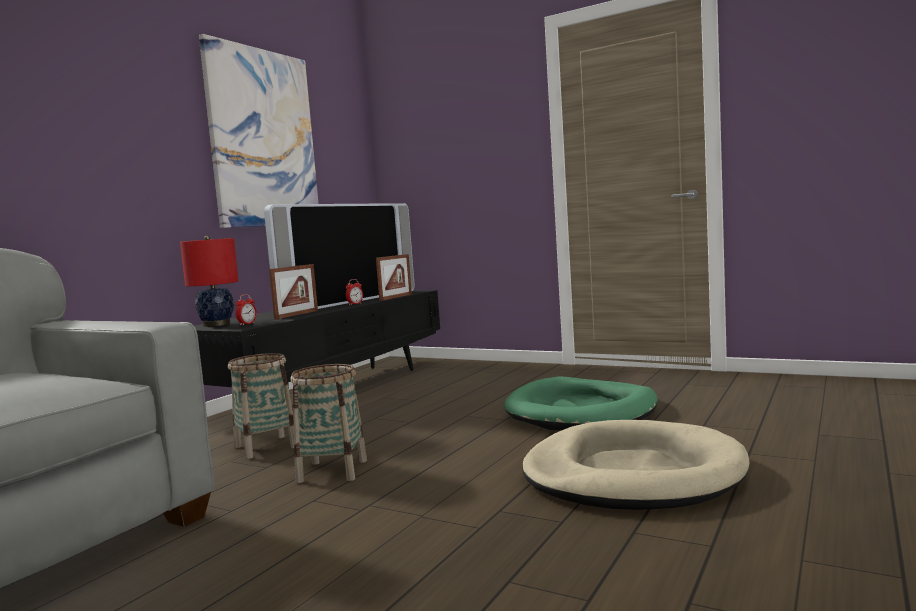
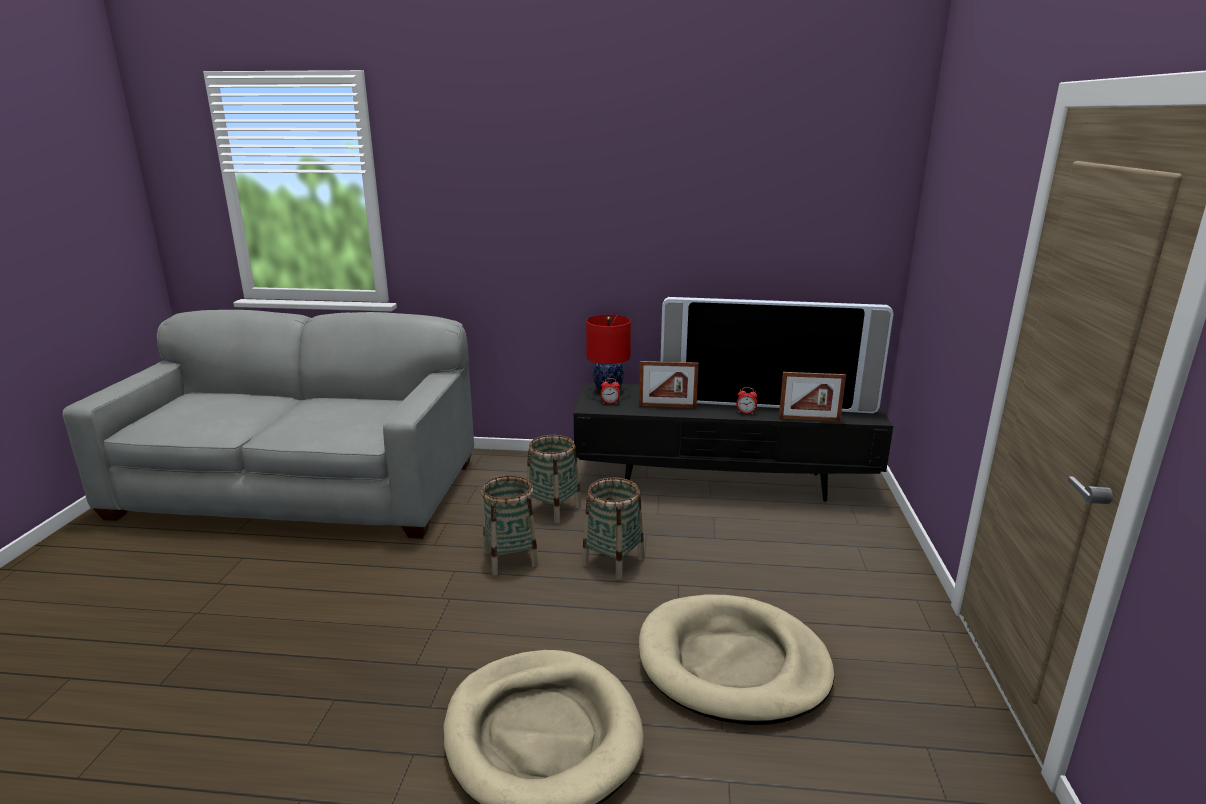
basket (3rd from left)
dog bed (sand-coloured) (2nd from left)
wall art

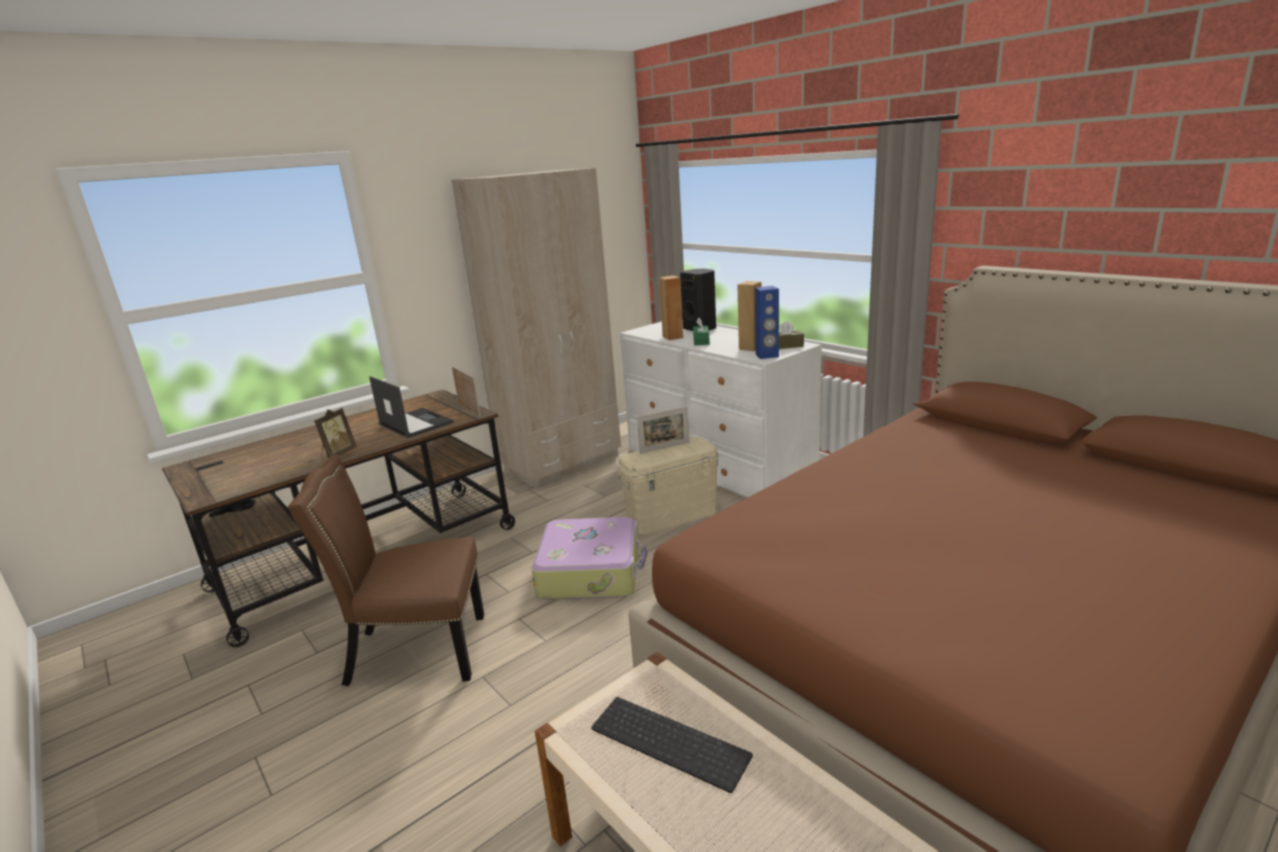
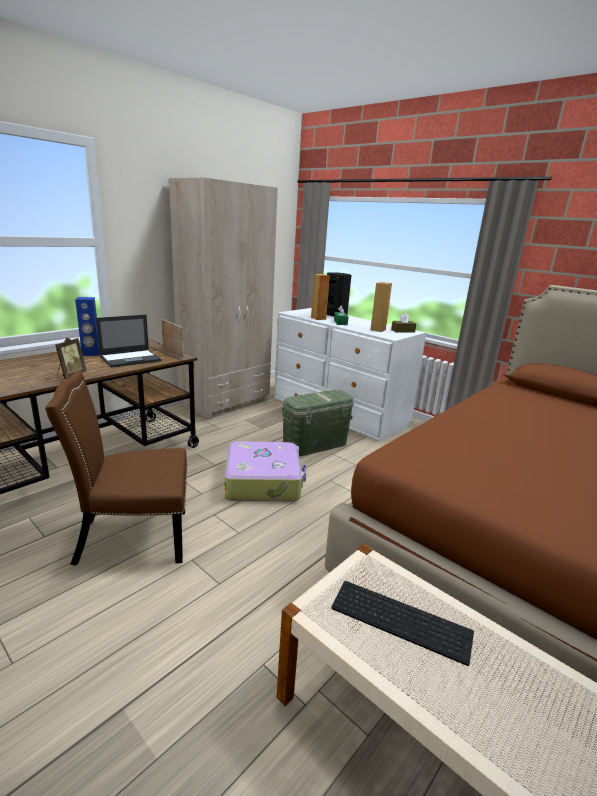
speaker (bluish)
notebook computer
storage container (green)
photo frame (3rd from left in the first image)

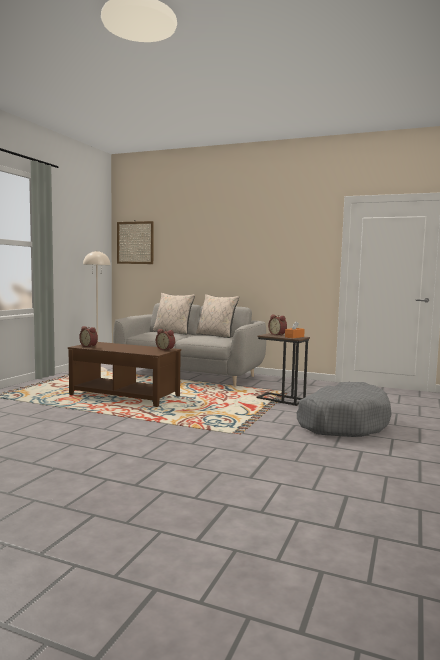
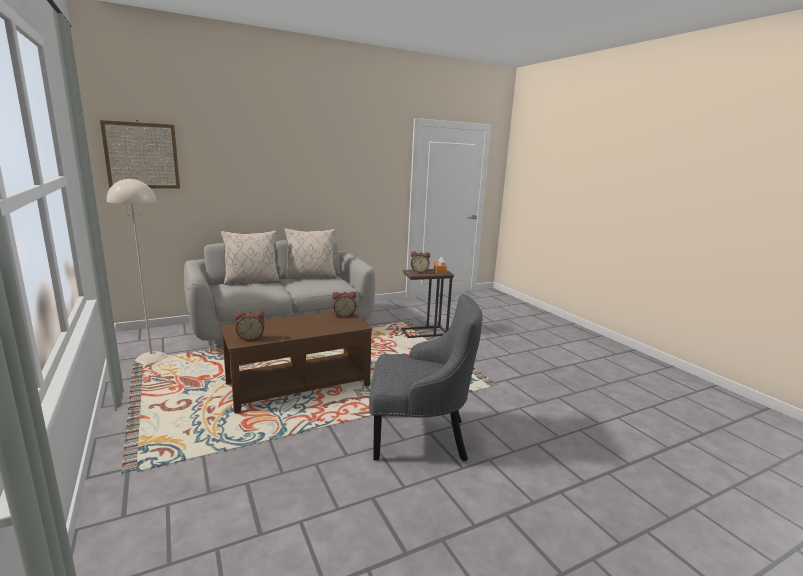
easy chair (greyish)
dog bed (greyish)

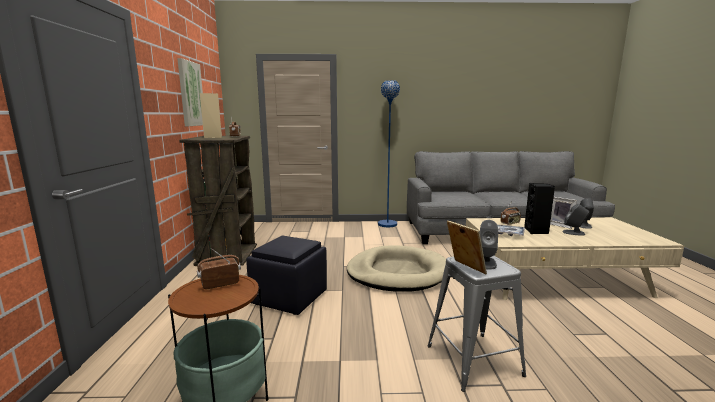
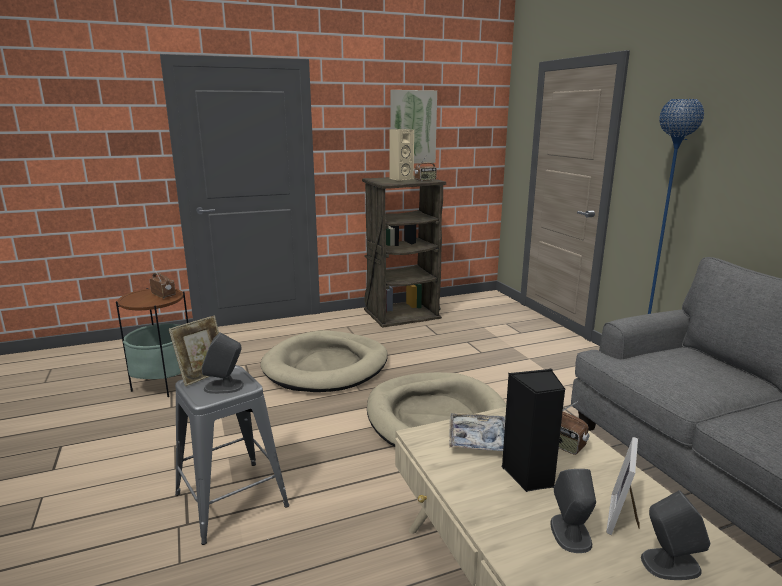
dog bed (sand-coloured) (1st from left)

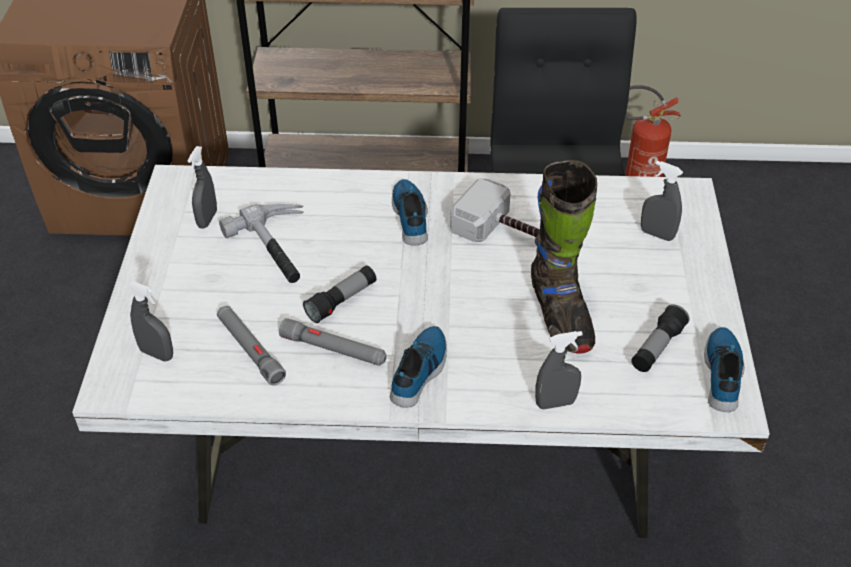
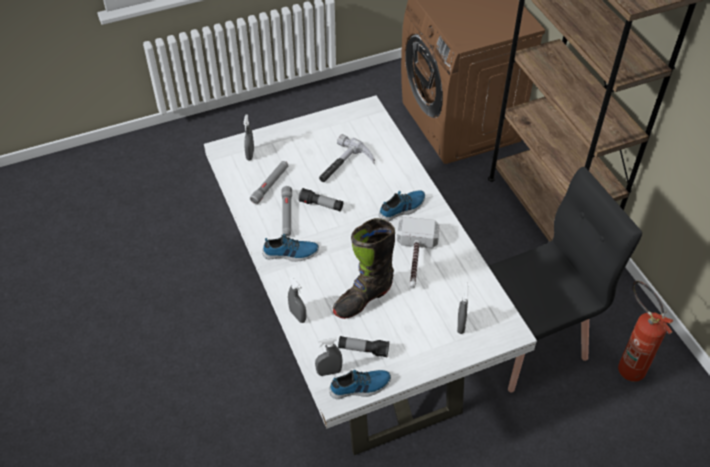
hand sprayer (greyish) (3rd from left)

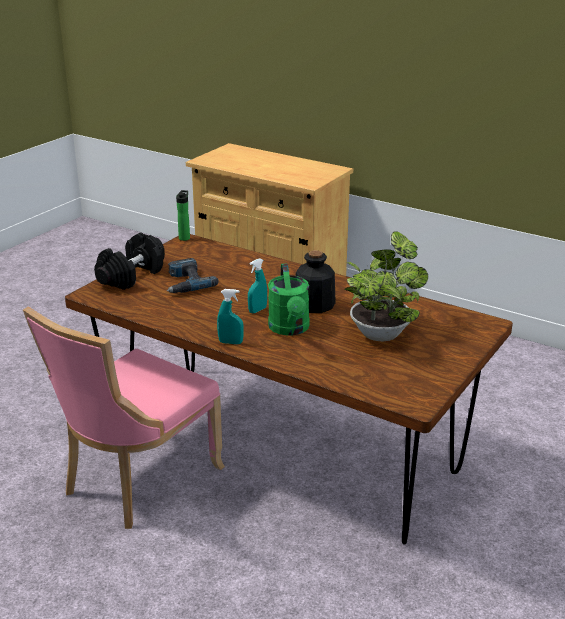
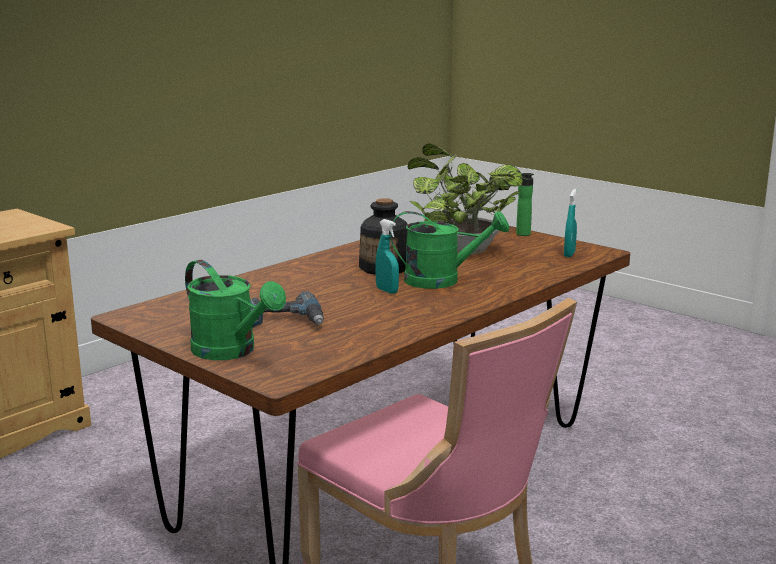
watering pot (green) (1st from left)
beverage bottle (2nd from left)
hand sprayer (turquoise) (2nd from left)

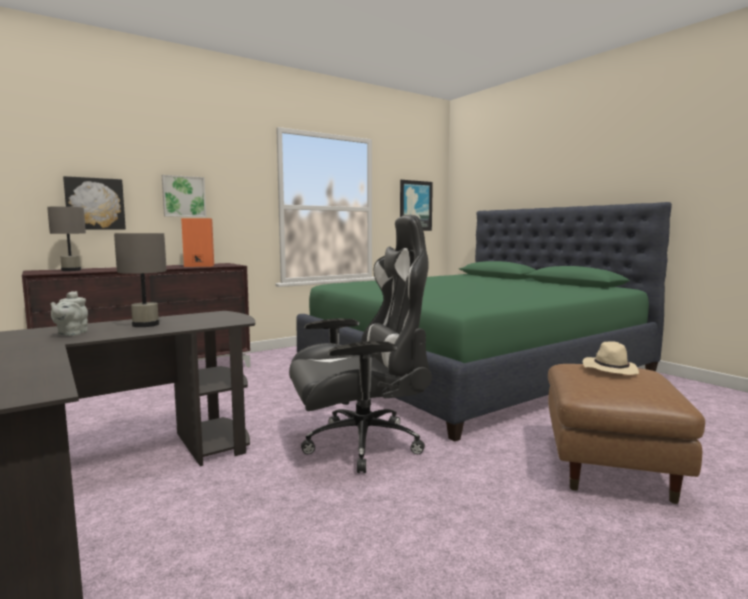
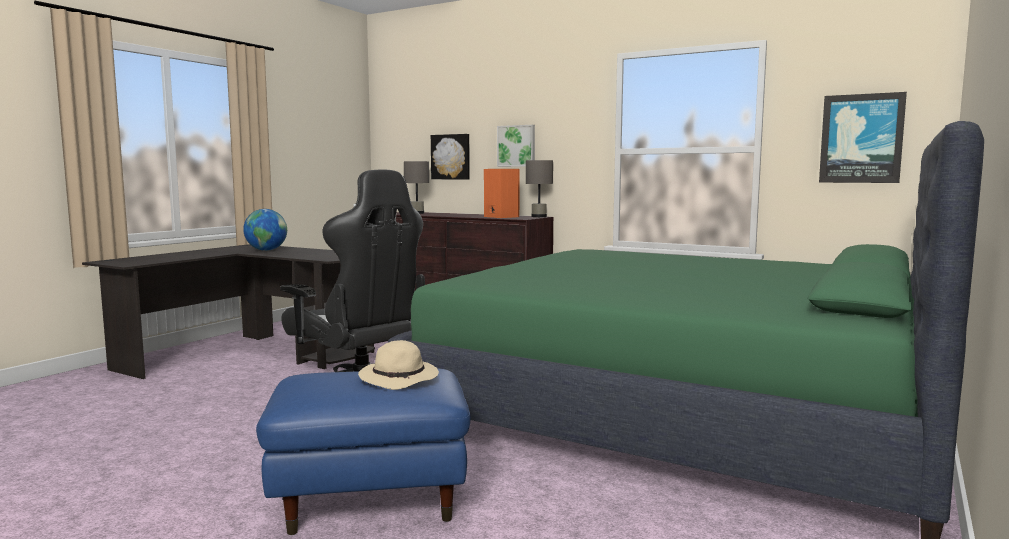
globe
ottoman (bluish)
lamp for a table (greyish) (2nd from left)

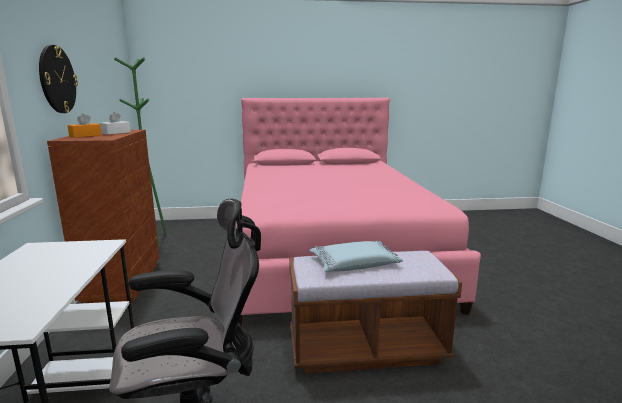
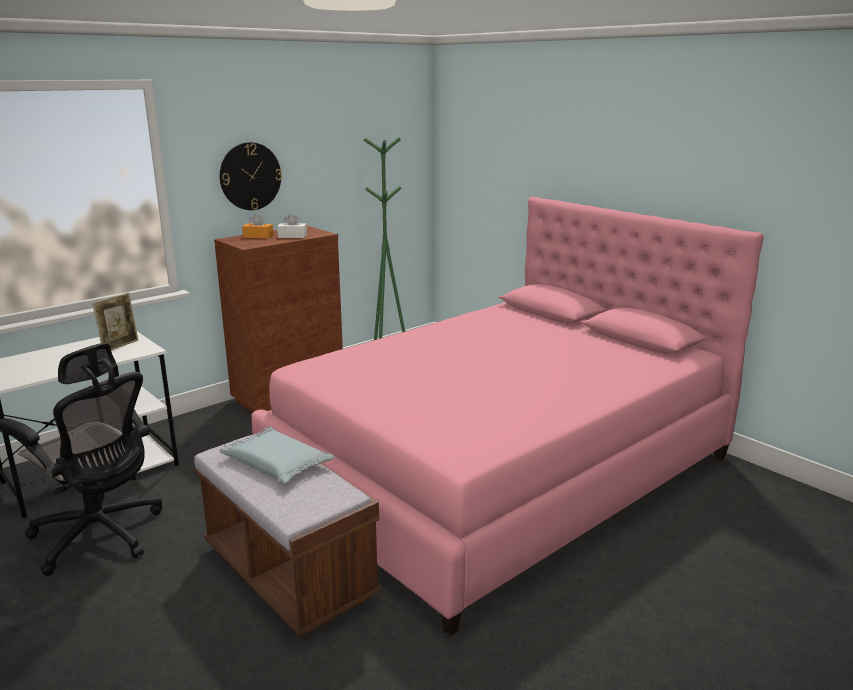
photo frame

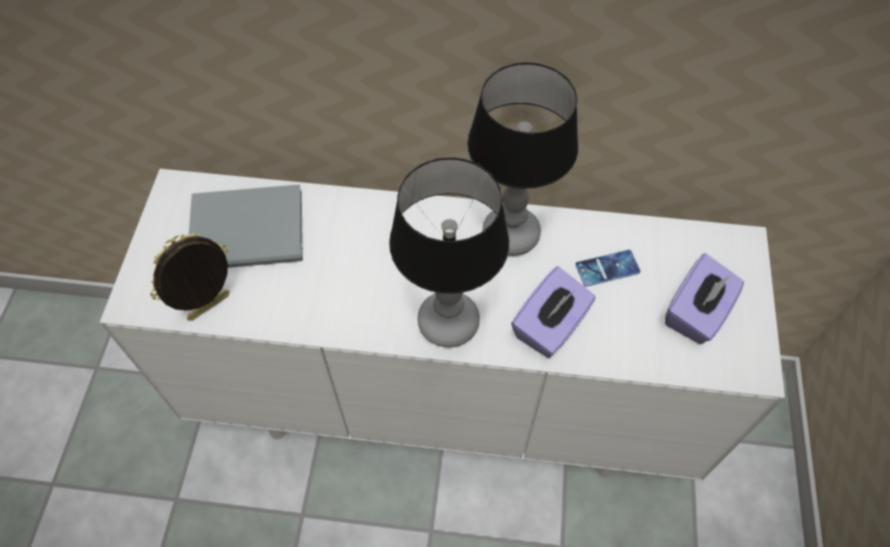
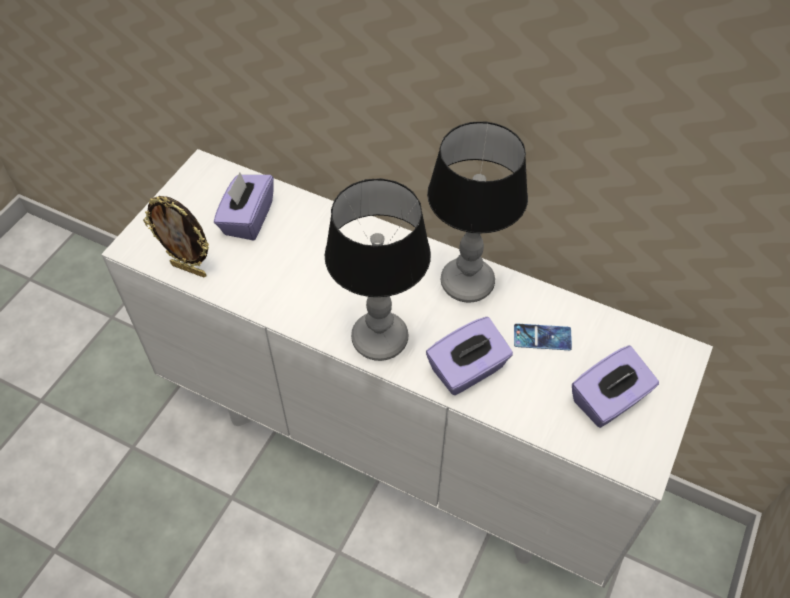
photo frame
box of tissues (purplish) (1st from left)

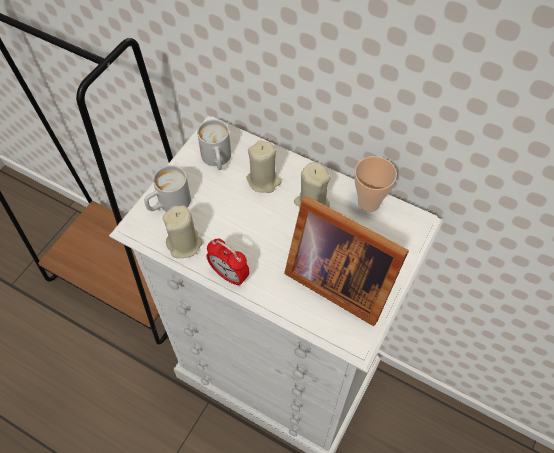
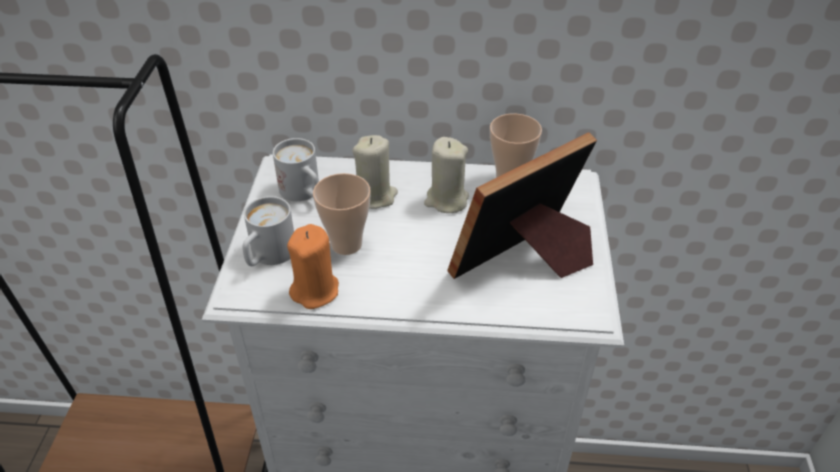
candle (orange)
cup (1st from left)
photo frame
alarm clock

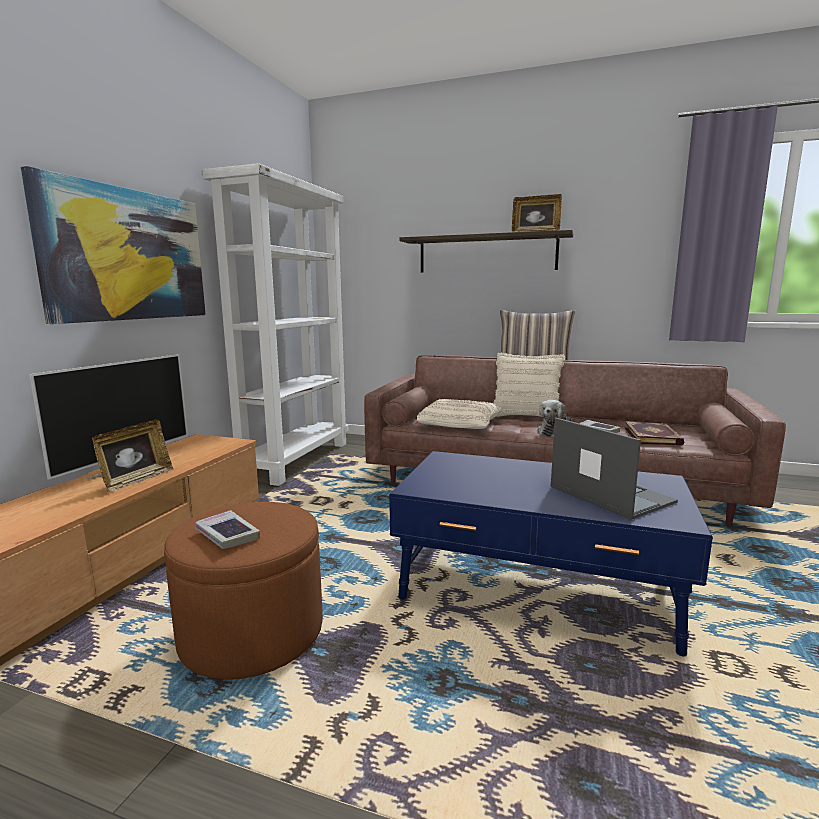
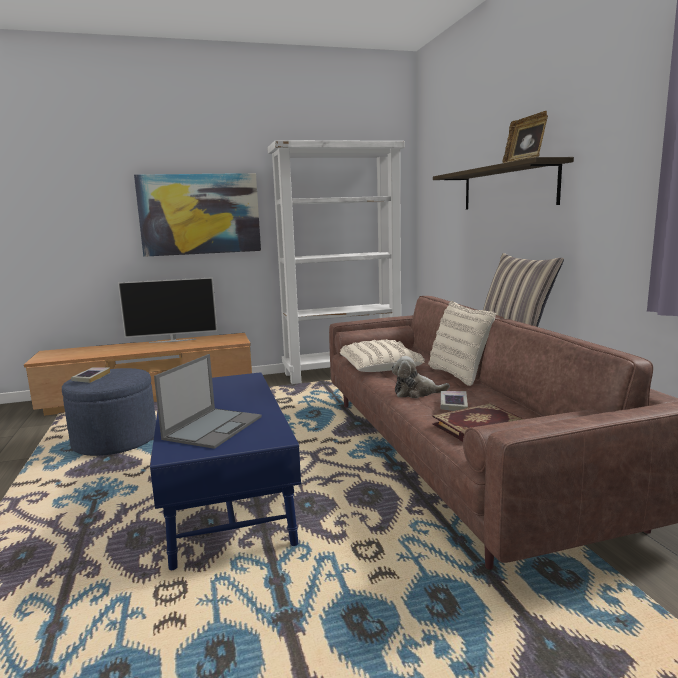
ottoman (bluish)
photo frame (1st from left in the first image)

